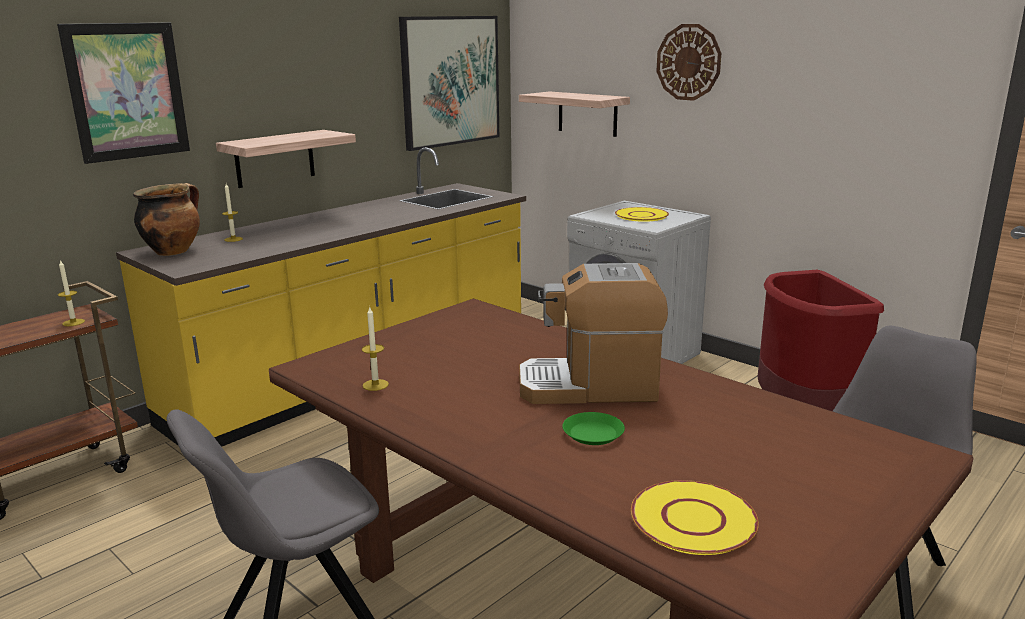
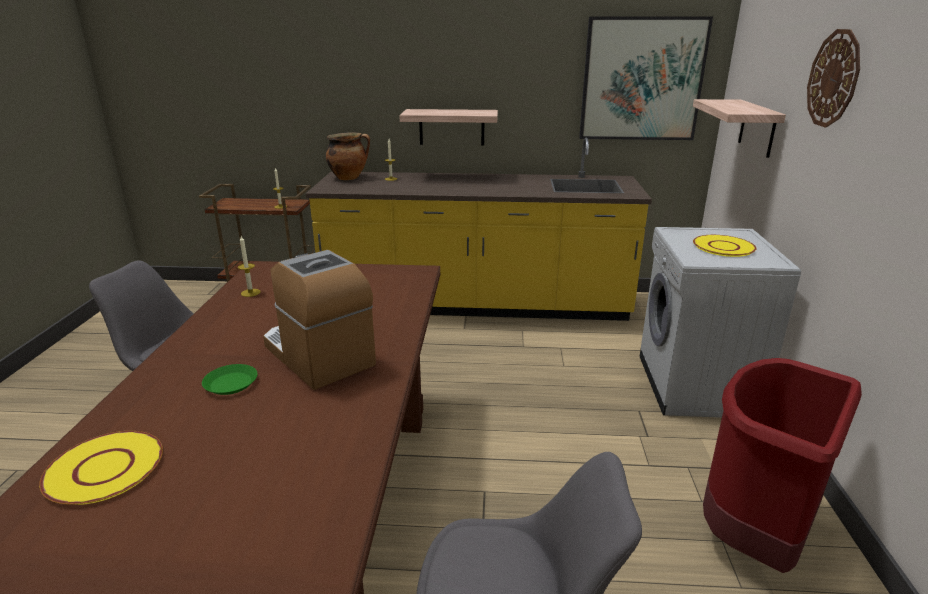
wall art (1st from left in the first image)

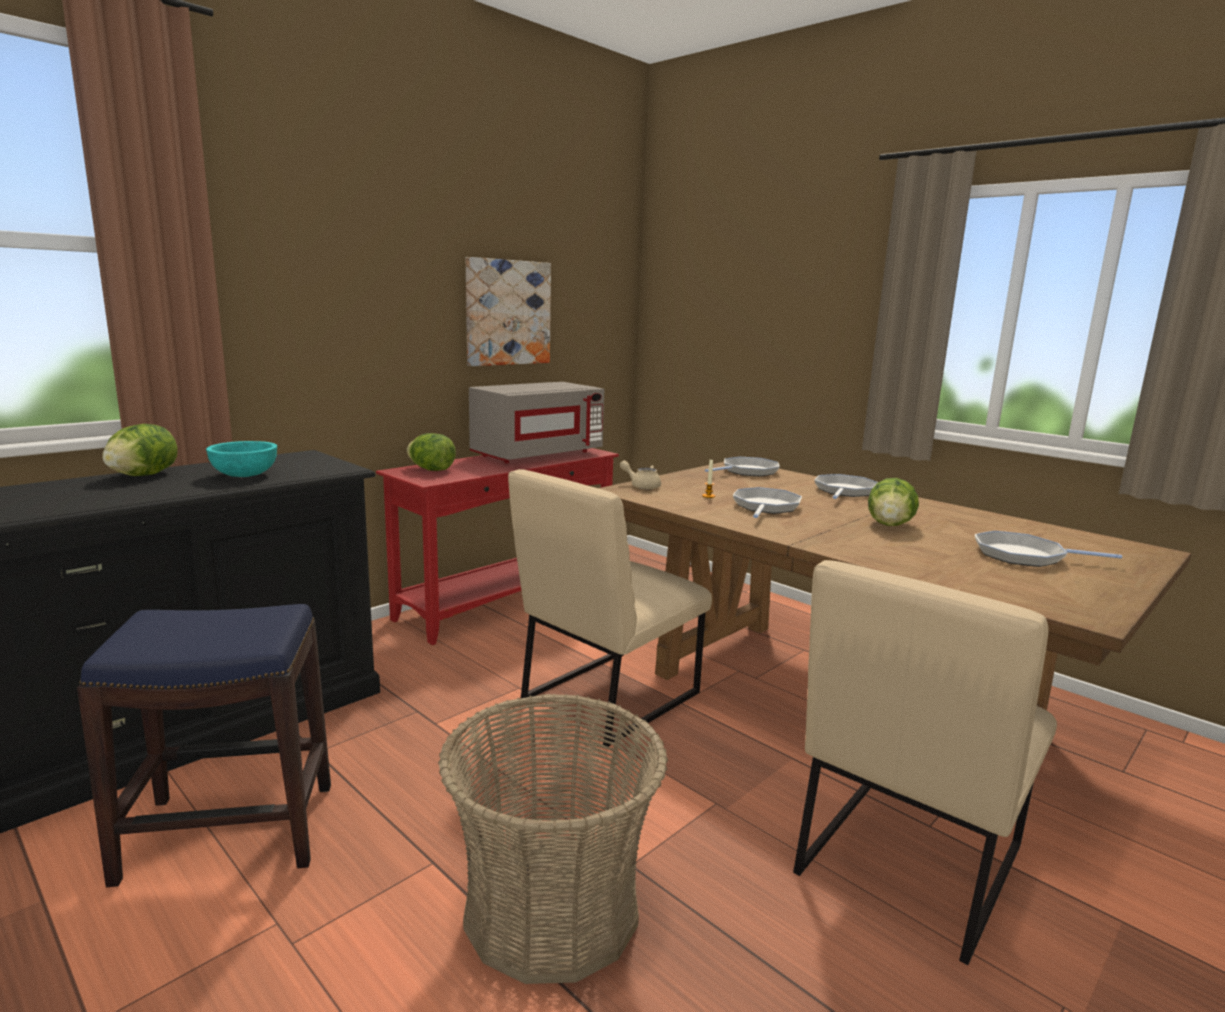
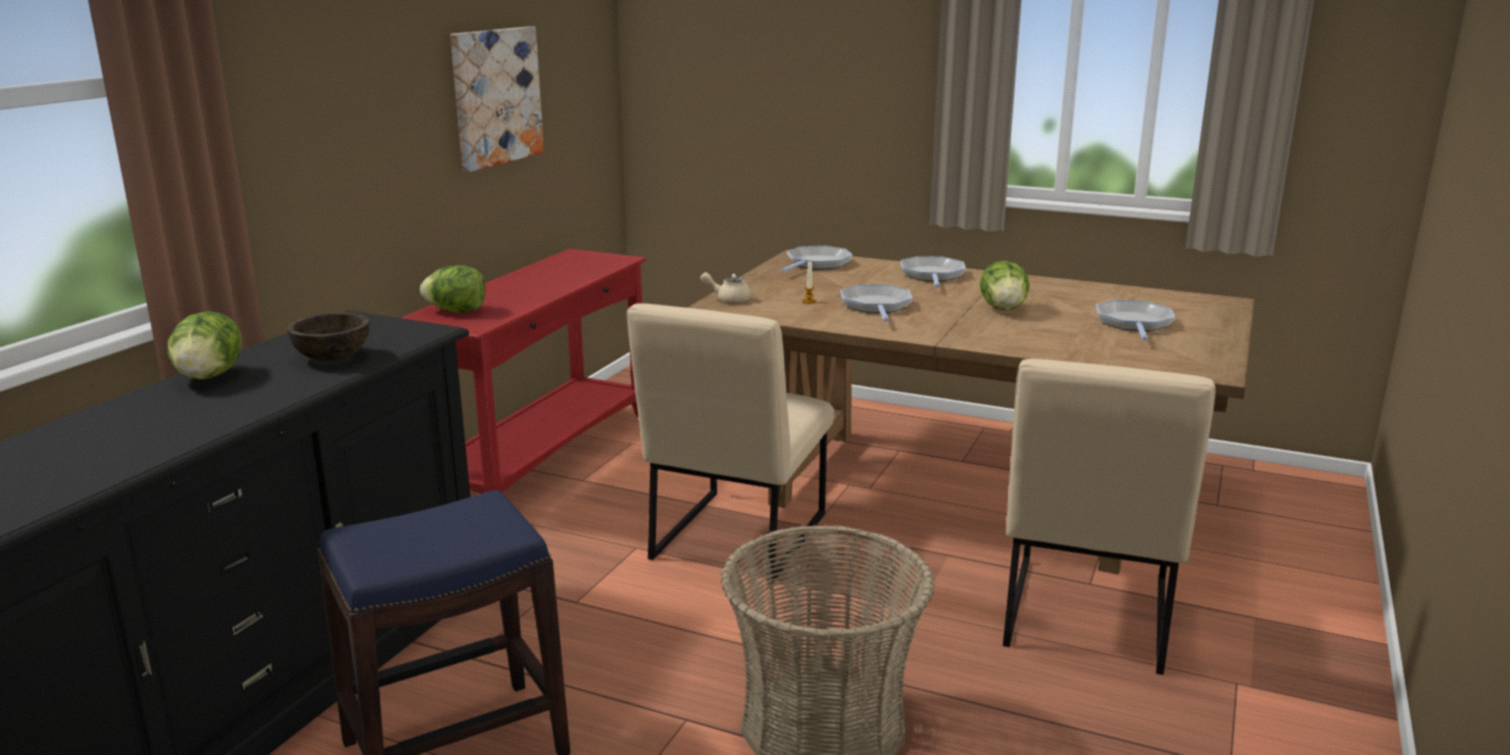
bowl (brown-coloured)
skillet (4th from left)
kitchen microwave (greyish)

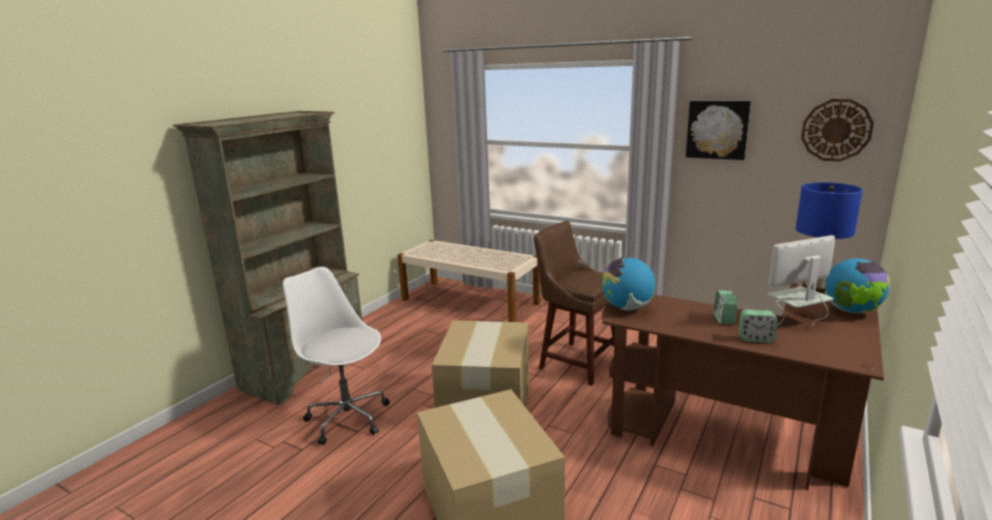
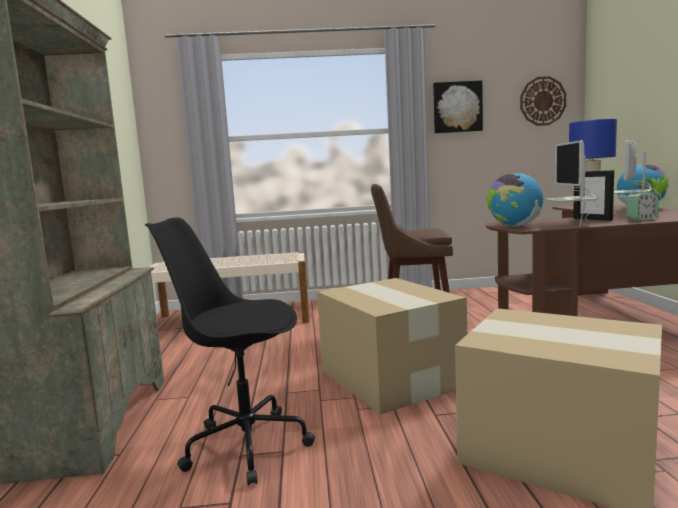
desk chair (black)
computer display (1st from left)
photo frame

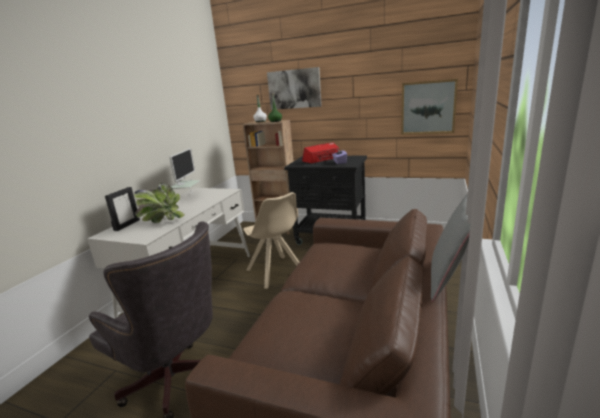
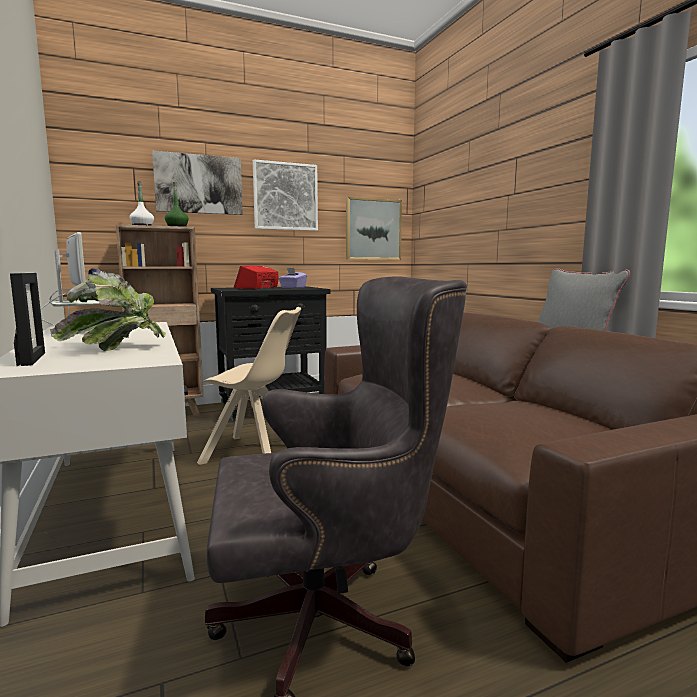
wall art (2nd from left)

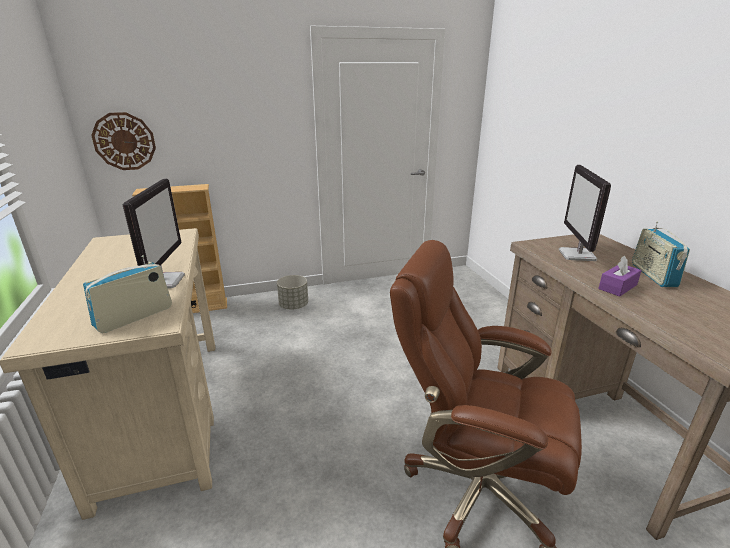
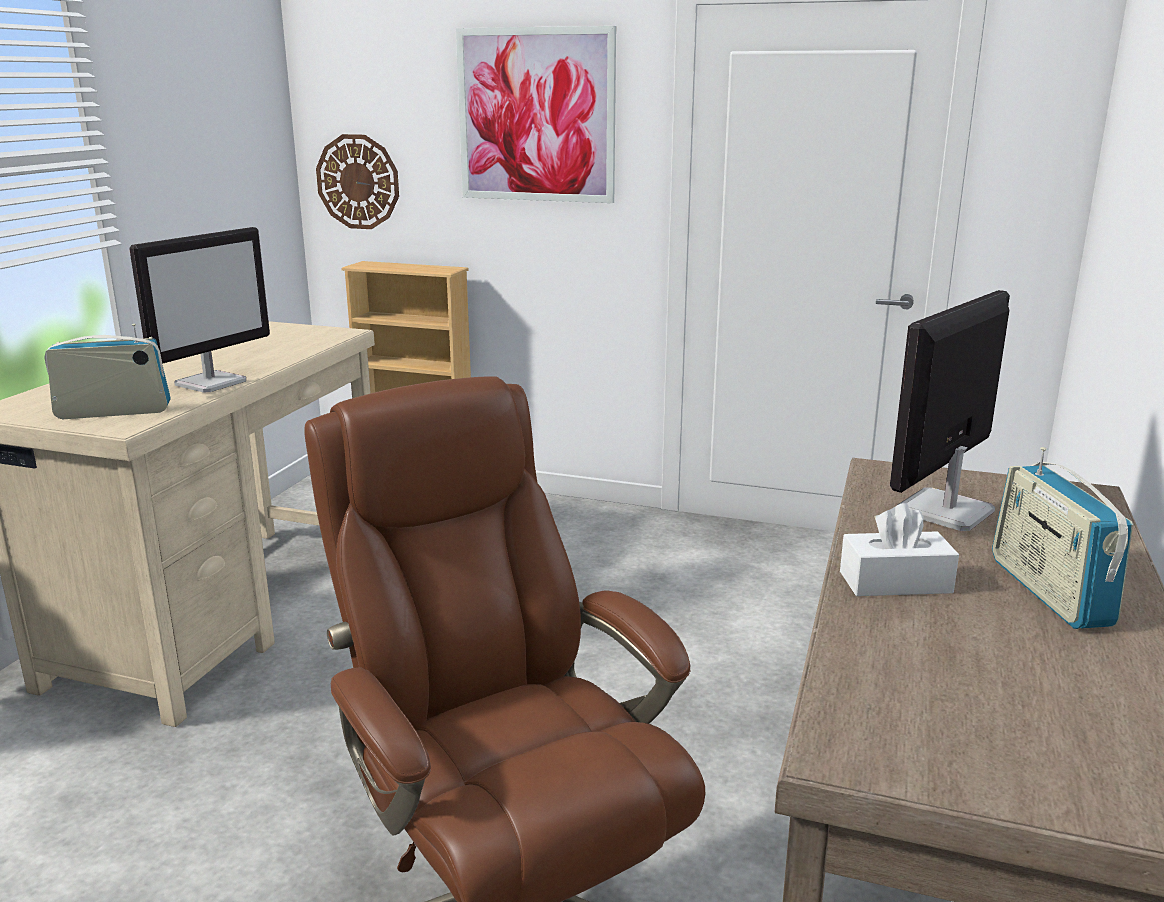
wall art
box of tissues (white-coloured)
radio set (2nd from left)
flower pot (greyish)

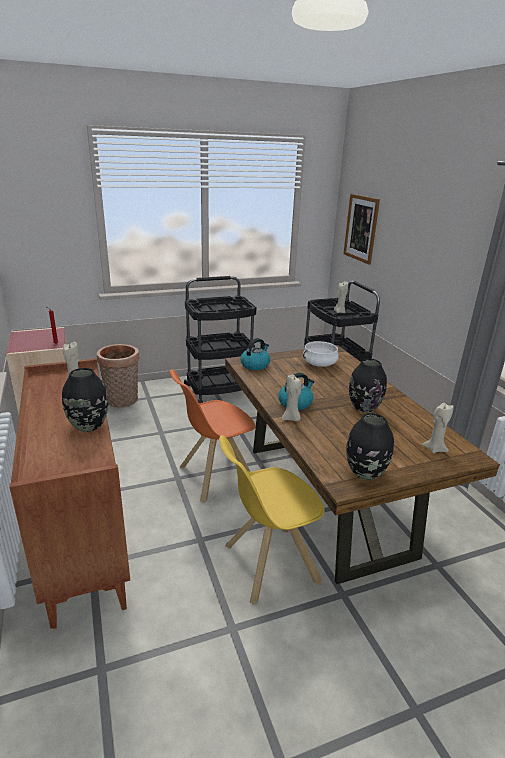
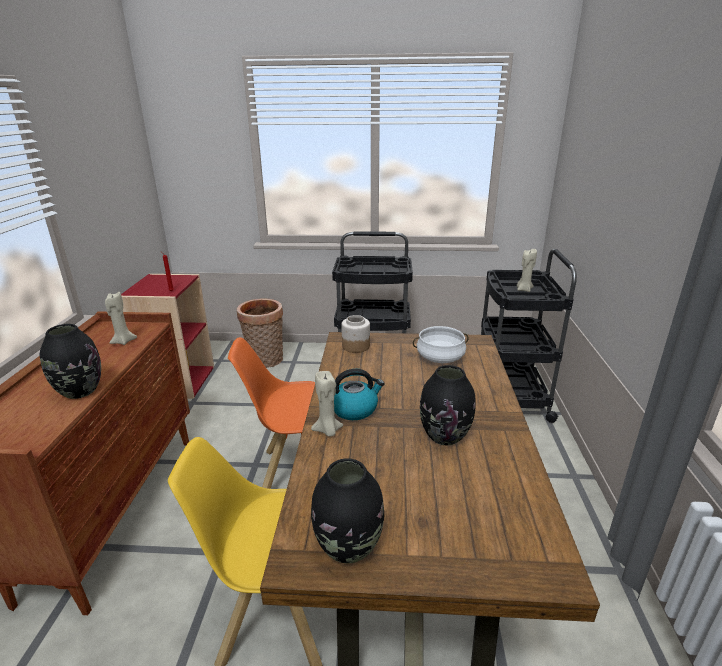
jar
wall art
candle (sand-coloured) (4th from left in the first image)

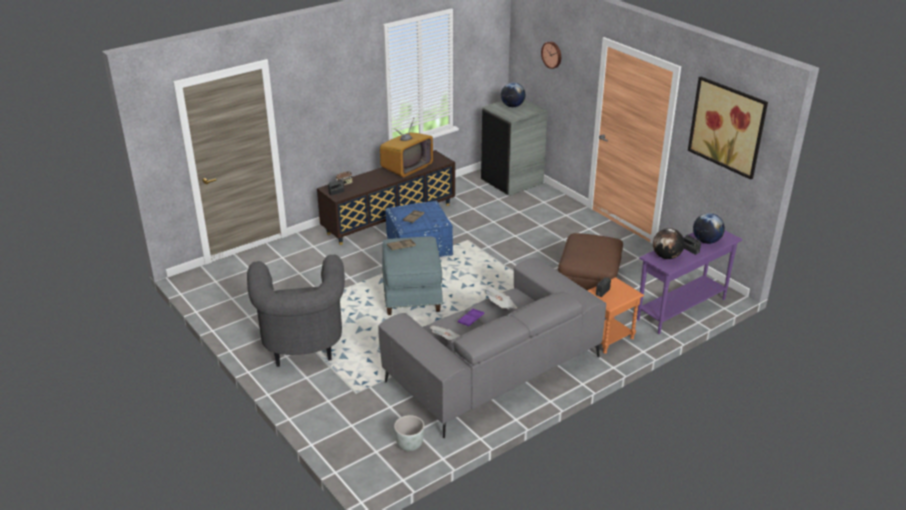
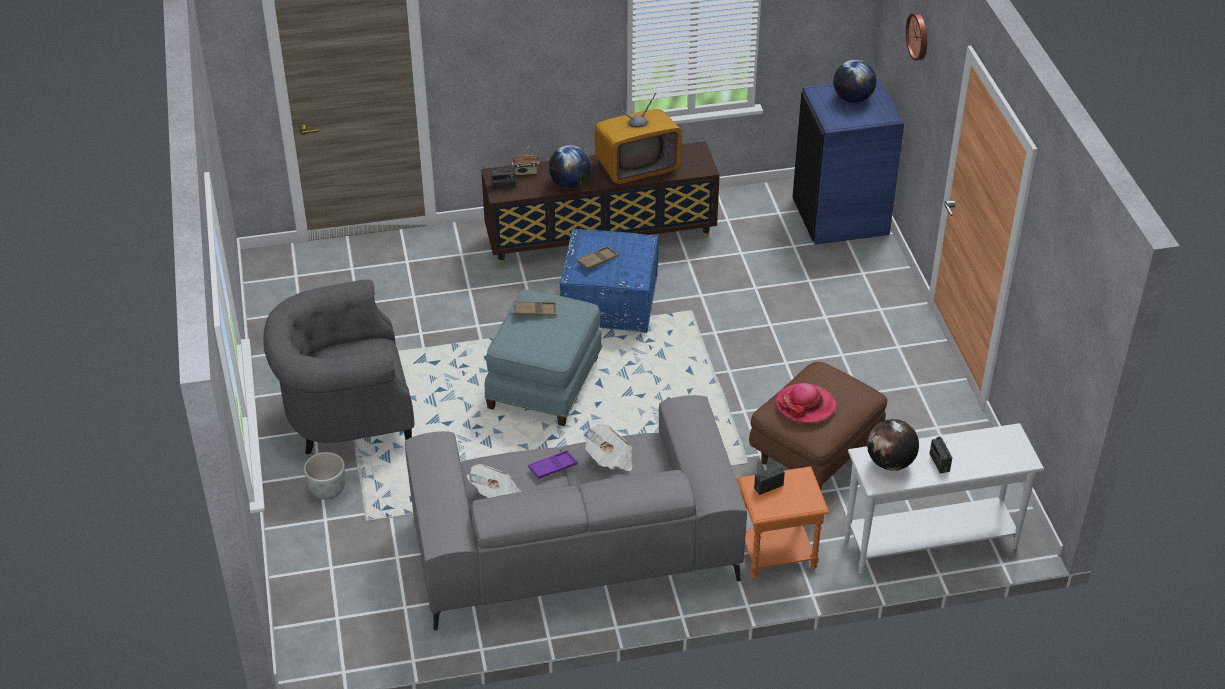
easy chair (greyish)
flower pot (greyish)
globe (1st from left)
clothing hat
cabinet (bluish)
narrow table (white-coloured)
wall art

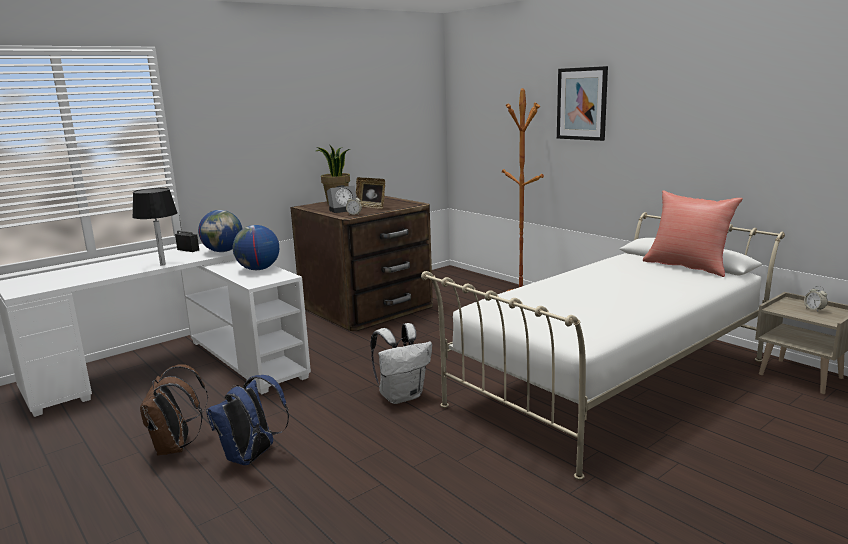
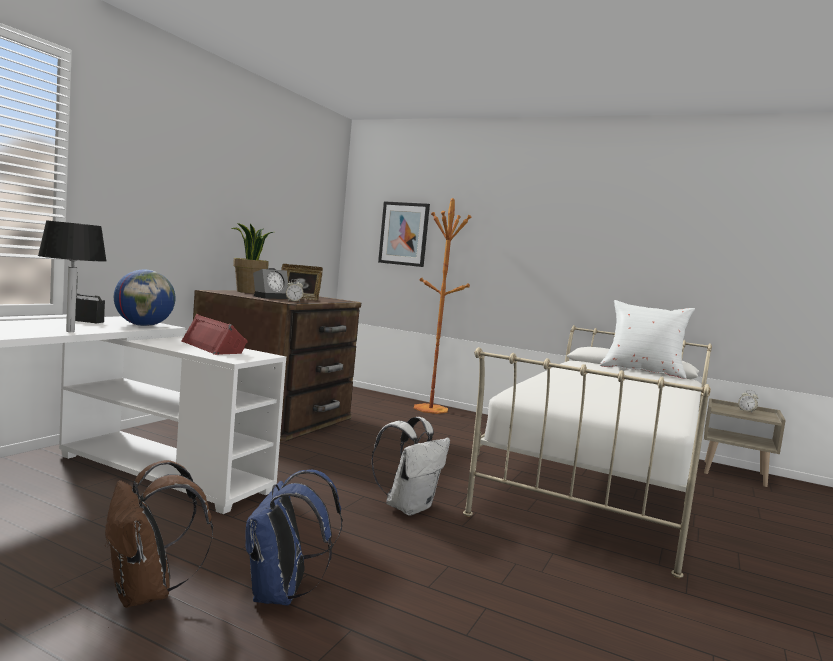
speaker (red)
wall art
cushion (white-coloured)

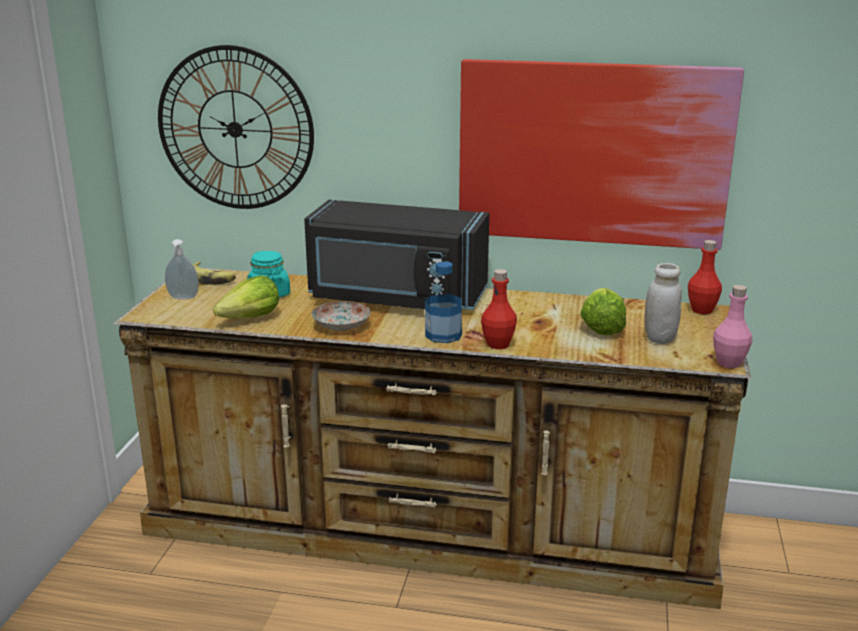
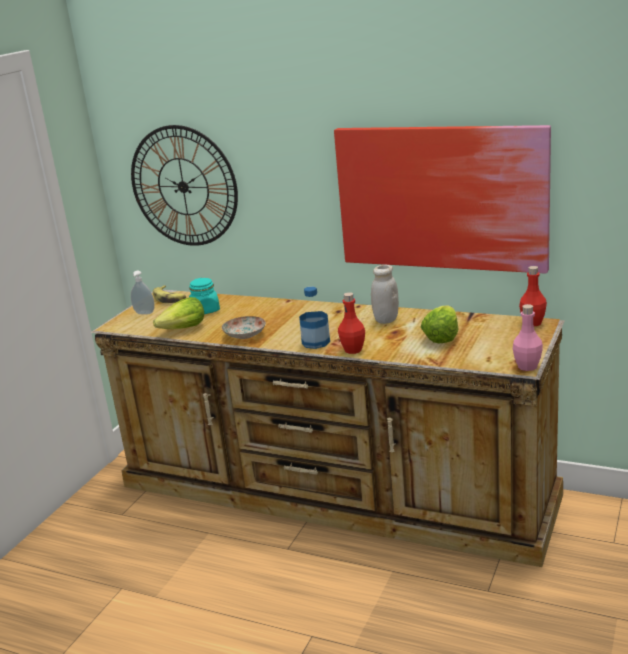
jar (white-coloured)
kitchen microwave (black)

